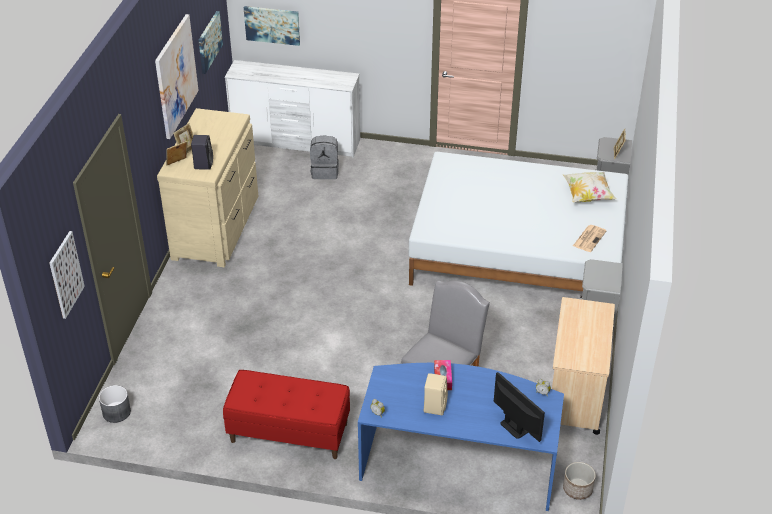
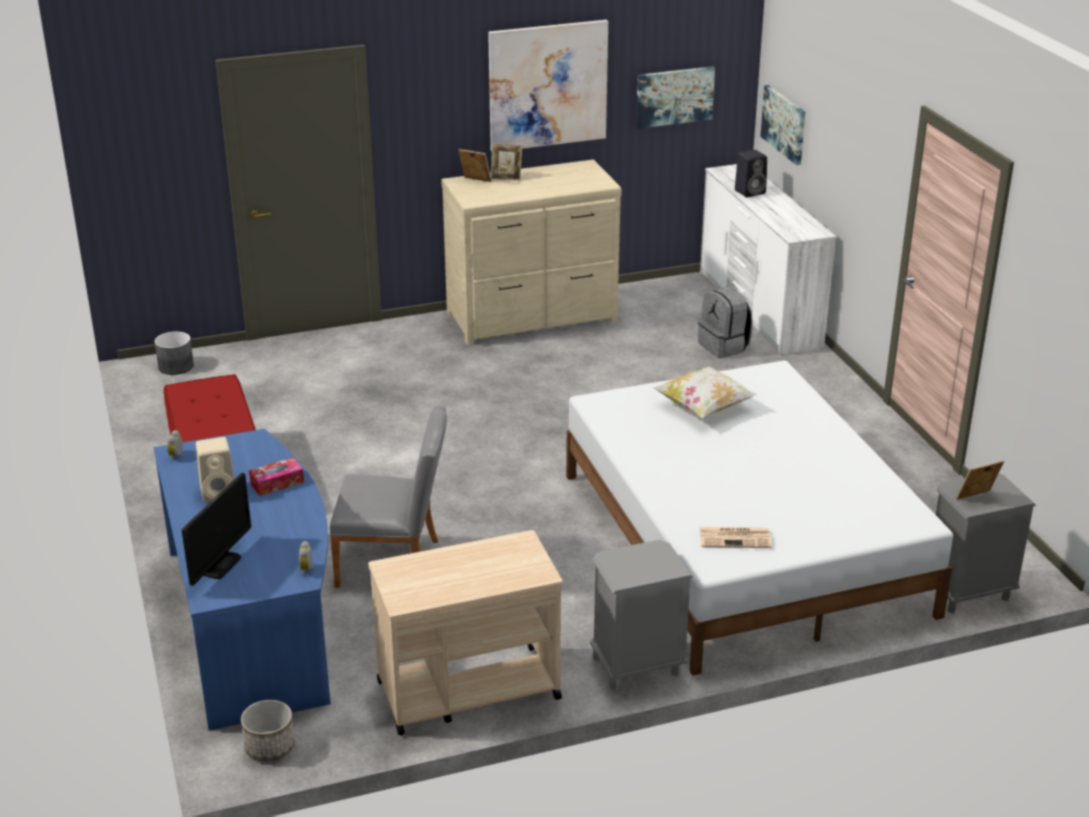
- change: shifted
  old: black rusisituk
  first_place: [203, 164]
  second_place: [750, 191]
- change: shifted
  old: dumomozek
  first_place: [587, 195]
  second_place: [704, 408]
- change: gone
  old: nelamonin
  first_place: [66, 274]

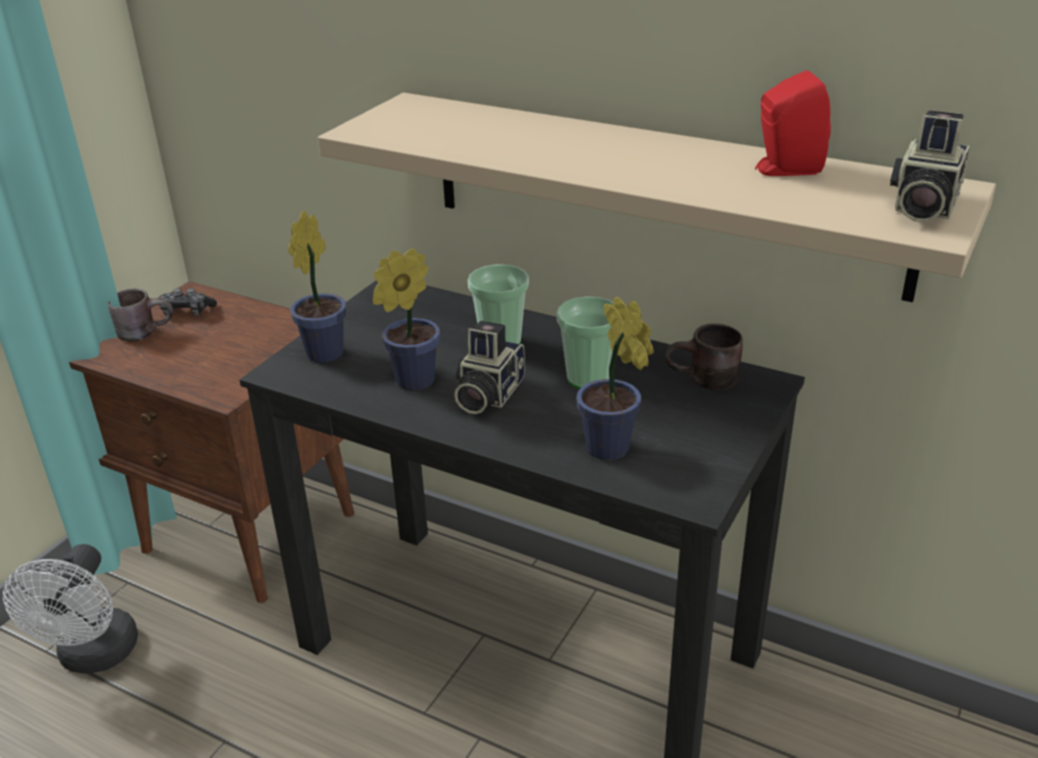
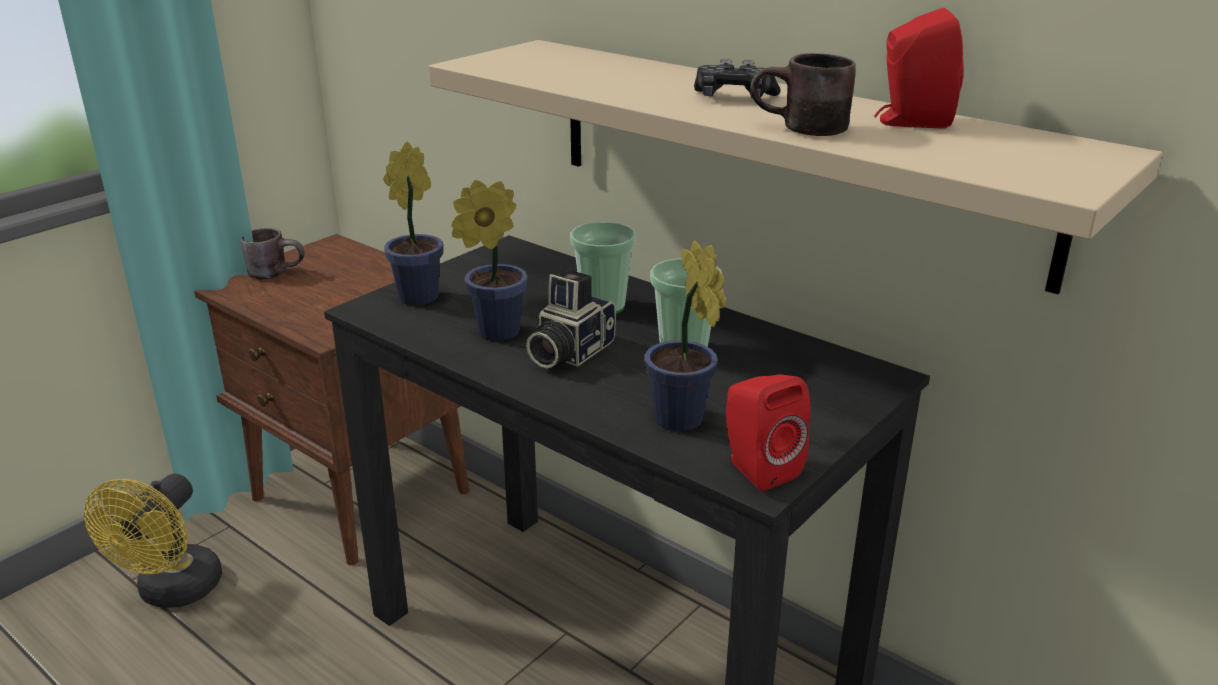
- change: gone
  old: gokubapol
  first_place: [921, 207]
- change: shifted
  old: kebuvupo
  first_place: [186, 311]
  second_place: [734, 98]
- change: shifted
  old: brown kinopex
  first_place: [704, 382]
  second_place: [801, 130]
- change: repainted
  old: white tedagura
  new: yellow tedagura
  first_place: [94, 657]
  second_place: [173, 593]
- change: new
  new: red rusisituk
  second_place: [757, 468]

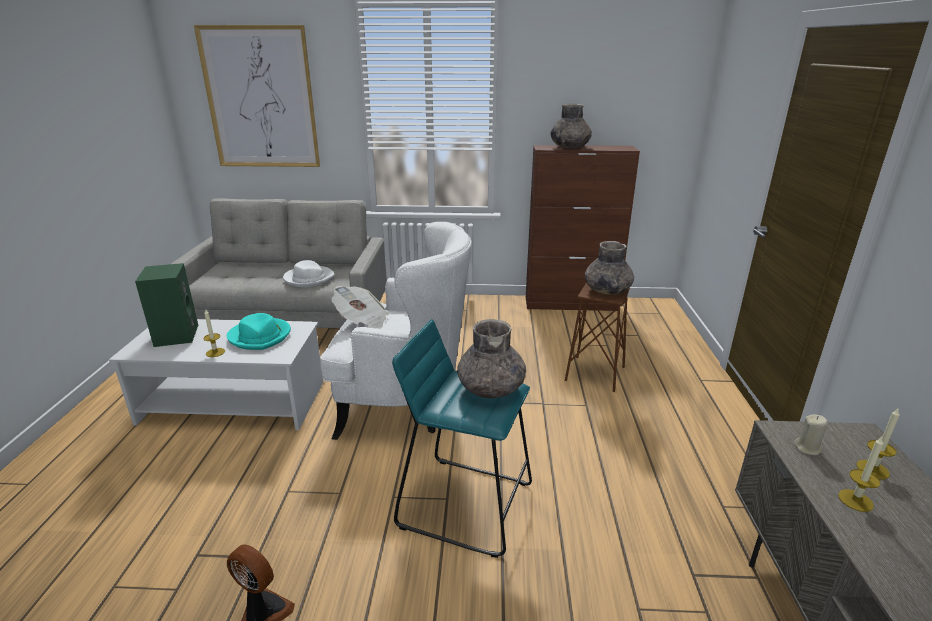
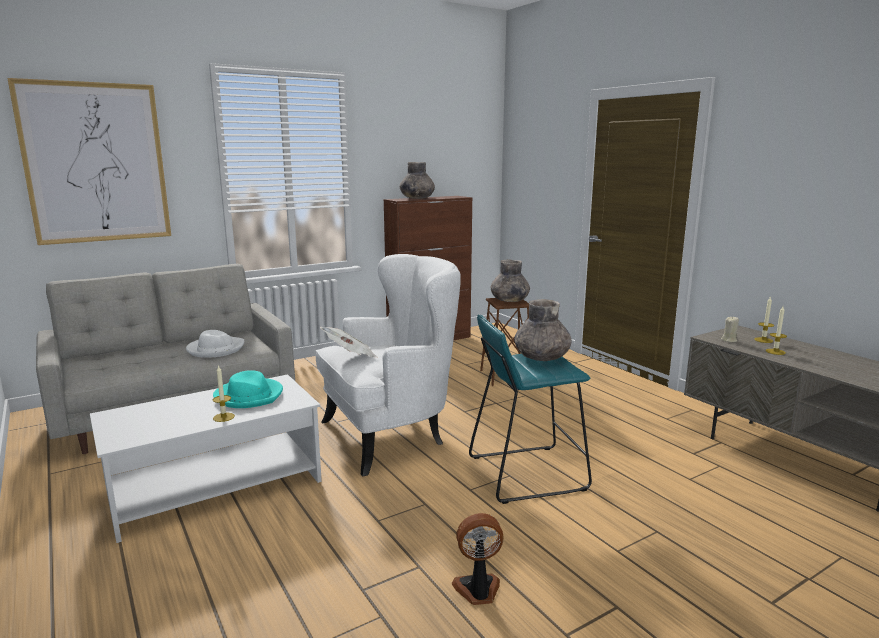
- change: gone
  old: green rusisituk
  first_place: [175, 335]

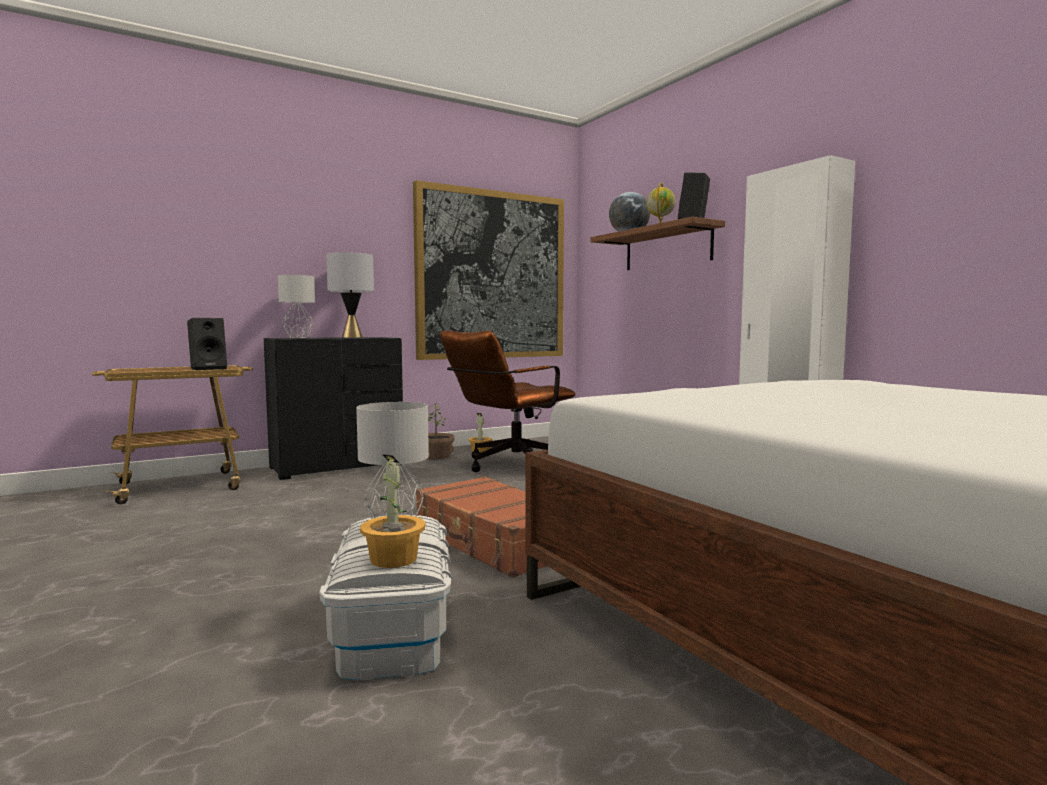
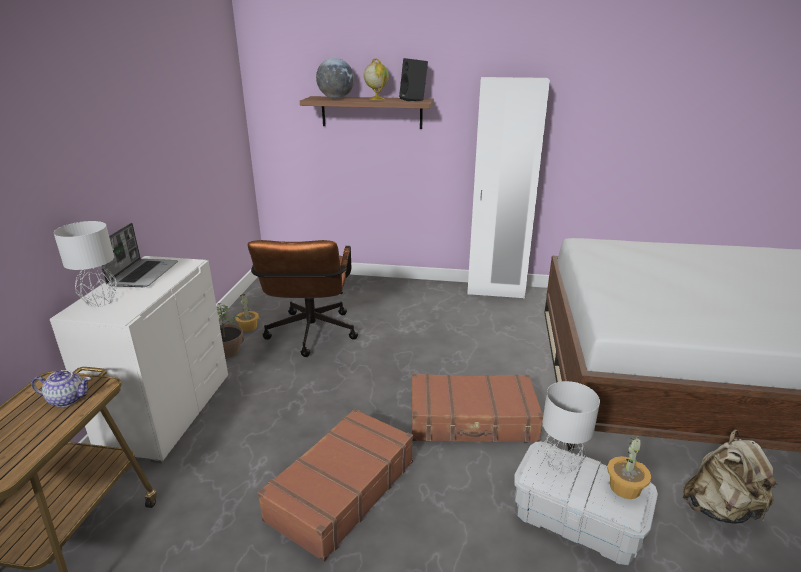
- change: gone
  old: nelamonin
  first_place: [491, 275]
- change: swapped
  old: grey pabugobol
  new: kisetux
  first_place: [352, 337]
  second_place: [143, 274]
- change: swapped
  old: black rusisituk
  new: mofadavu
  first_place: [209, 369]
  second_place: [68, 399]
- change: repainted
  old: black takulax
  new: white takulax
  first_place: [337, 466]
  second_place: [166, 412]
- change: new
  new: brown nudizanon
  second_place: [340, 490]
- change: new
  new: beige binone
  second_place: [720, 508]

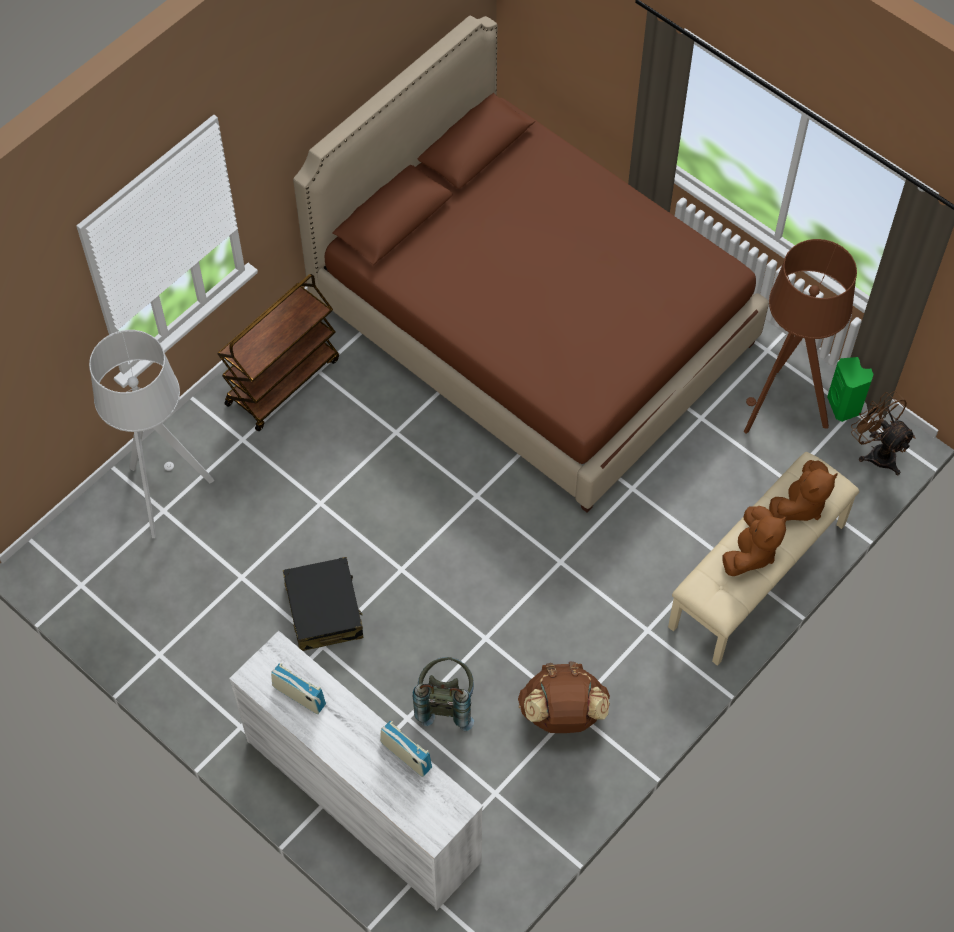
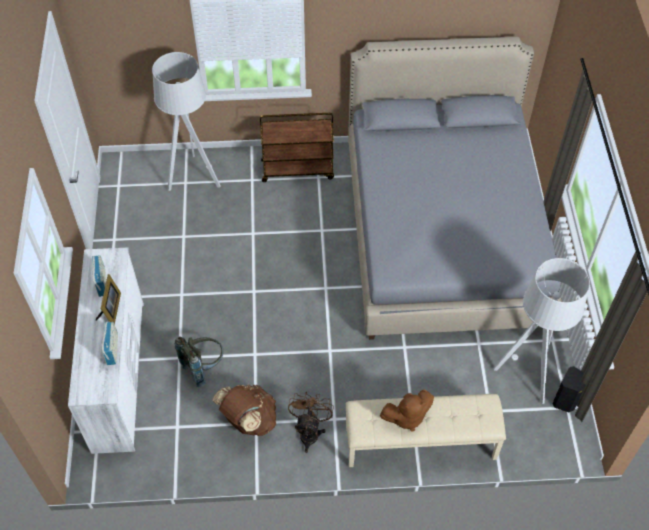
- change: repainted
  old: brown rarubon
  new: grey rarubon
  first_place: [532, 323]
  second_place: [443, 233]
- change: repainted
  old: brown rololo
  new: grey rololo
  first_place: [782, 409]
  second_place: [527, 374]
- change: repainted
  old: green rusisituk
  new: black rusisituk
  first_place: [845, 405]
  second_place: [565, 401]
- change: shifted
  old: brown tedagura
  first_place: [877, 452]
  second_place: [309, 431]
- change: gone
  old: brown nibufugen
  first_place: [800, 505]
- change: gone
  old: black nudizanon
  first_place: [324, 610]
- change: new
  new: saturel
  second_place: [111, 310]

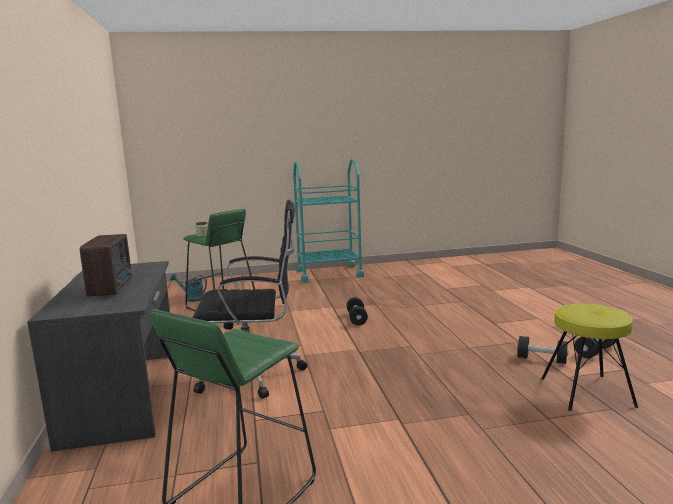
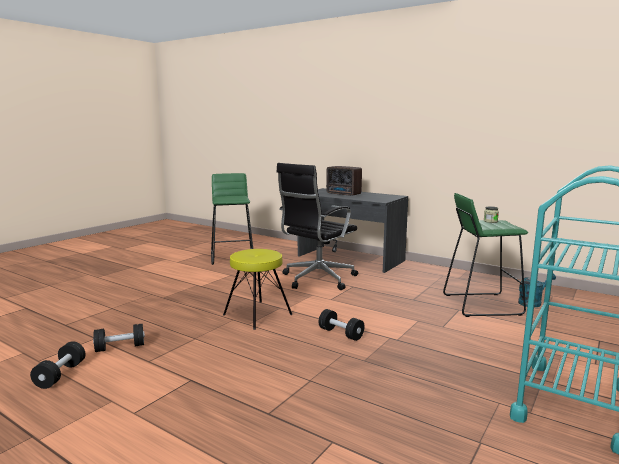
- change: shifted
  old: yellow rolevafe
  first_place: [587, 392]
  second_place: [257, 315]

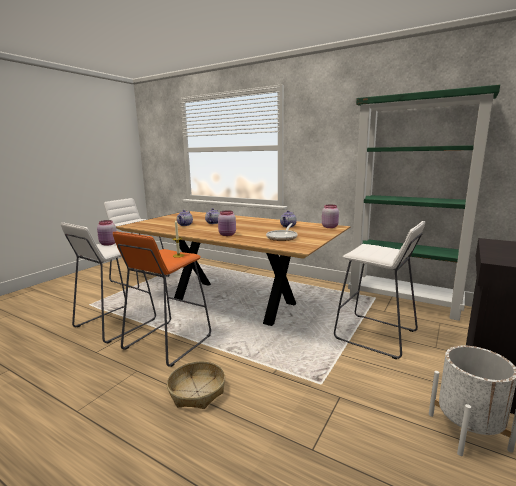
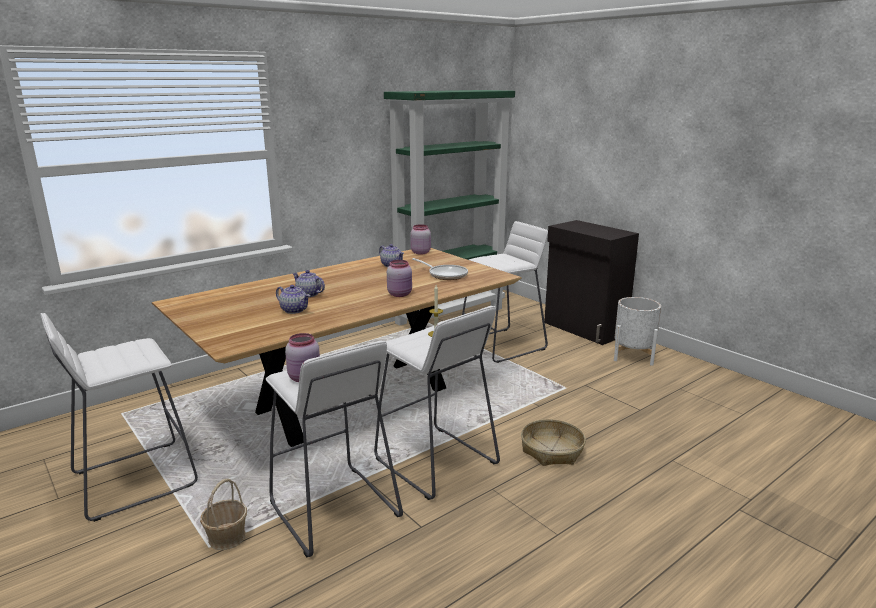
- change: repainted
  old: orange rolevafe
  new: white rolevafe
  first_place: [167, 342]
  second_place: [435, 462]
- change: new
  new: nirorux
  second_place: [226, 537]

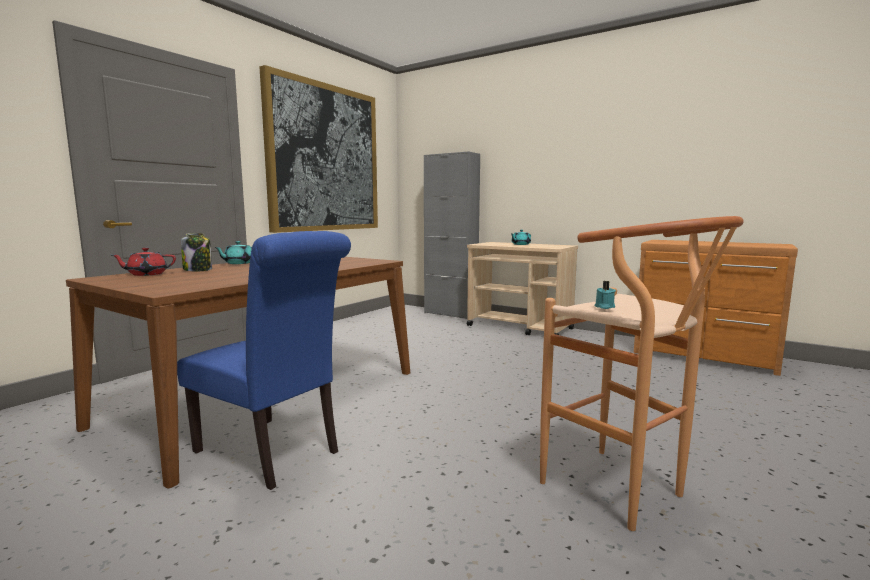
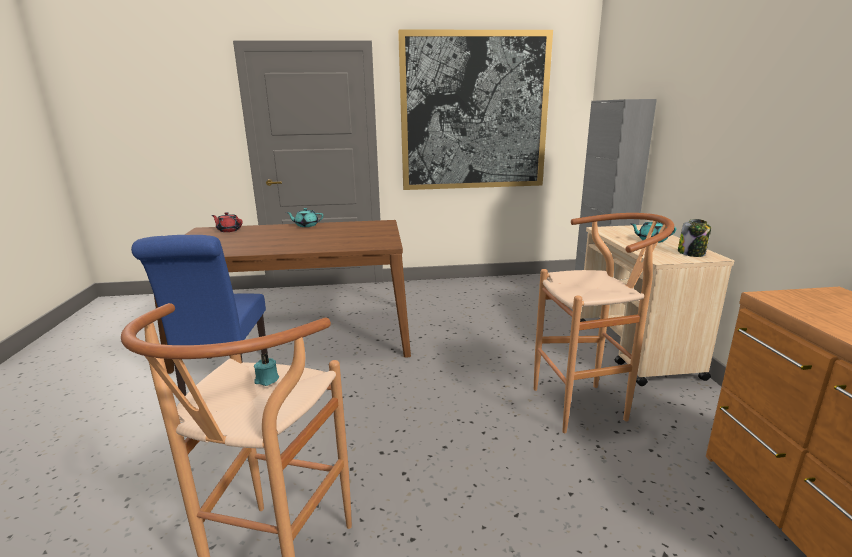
- change: shifted
  old: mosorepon
  first_place: [198, 270]
  second_place: [691, 253]
- change: new
  new: brown rolevafe
  second_place: [588, 405]

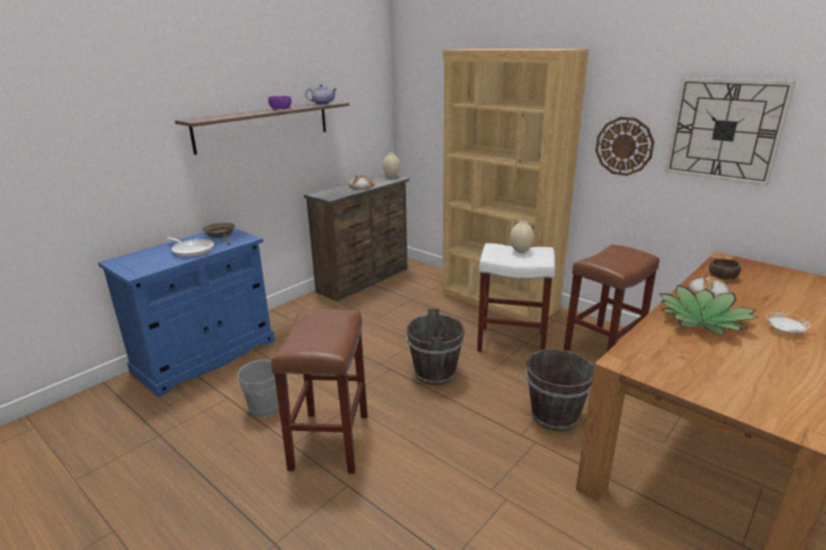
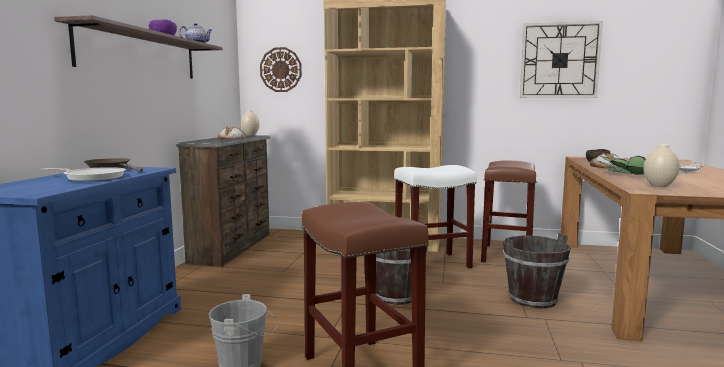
- change: shifted
  old: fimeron
  first_place: [624, 146]
  second_place: [281, 69]
- change: shifted
  old: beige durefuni
  first_place: [520, 251]
  second_place: [658, 186]

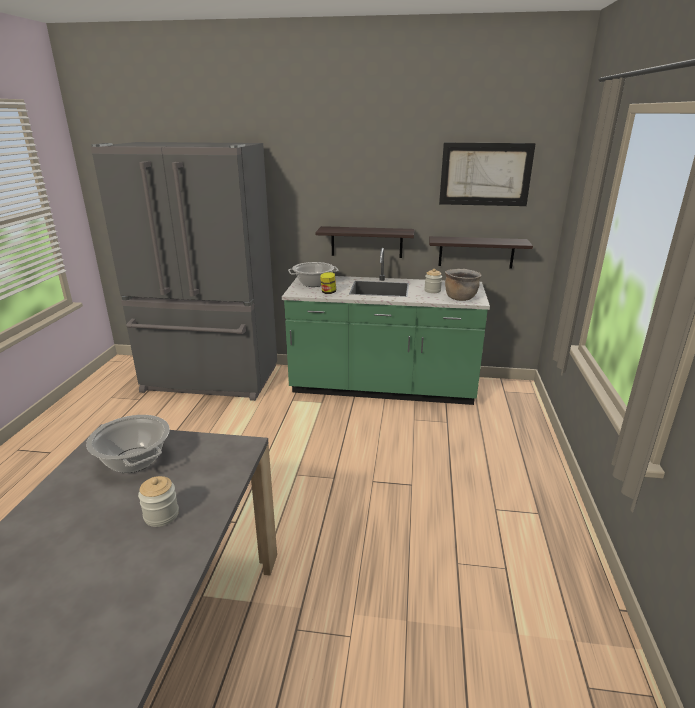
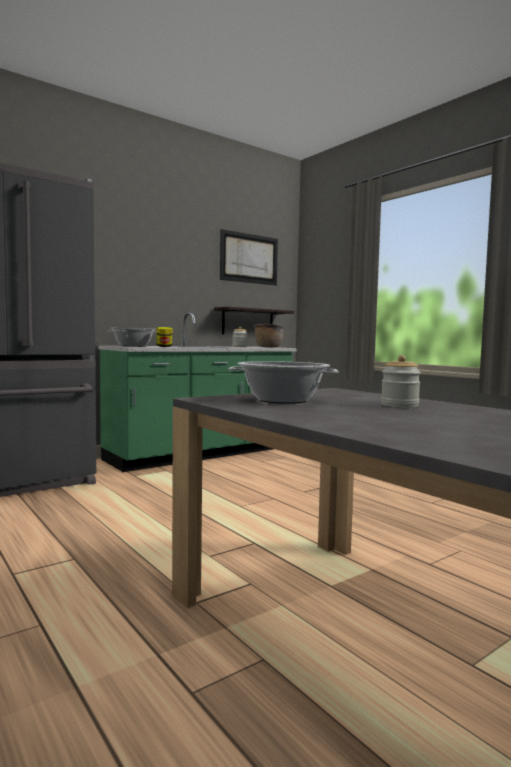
- change: gone
  old: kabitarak
  first_place: [366, 242]

